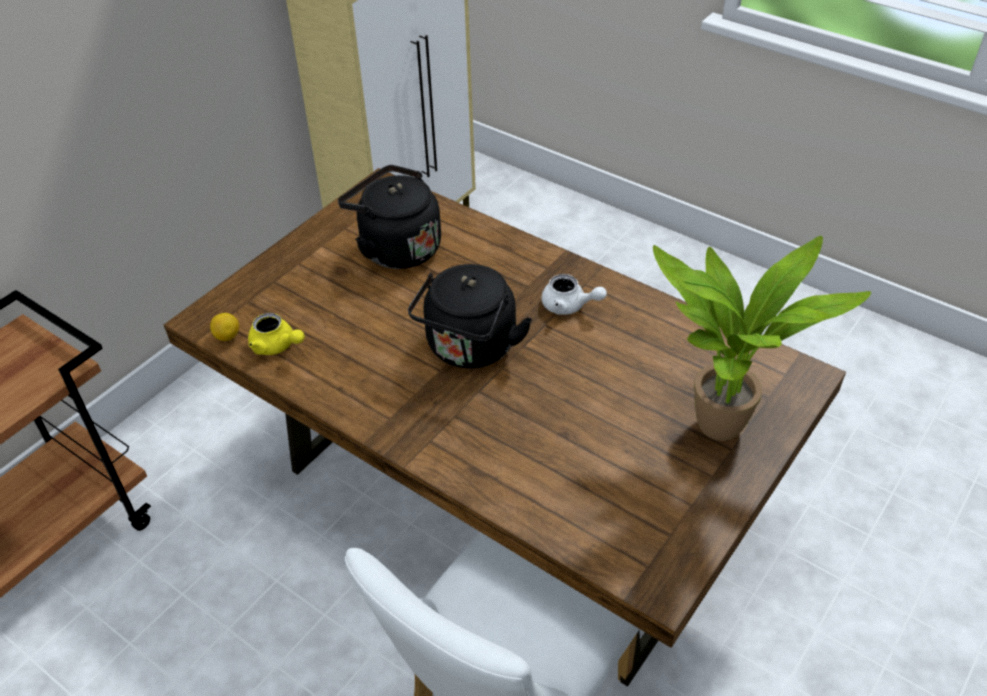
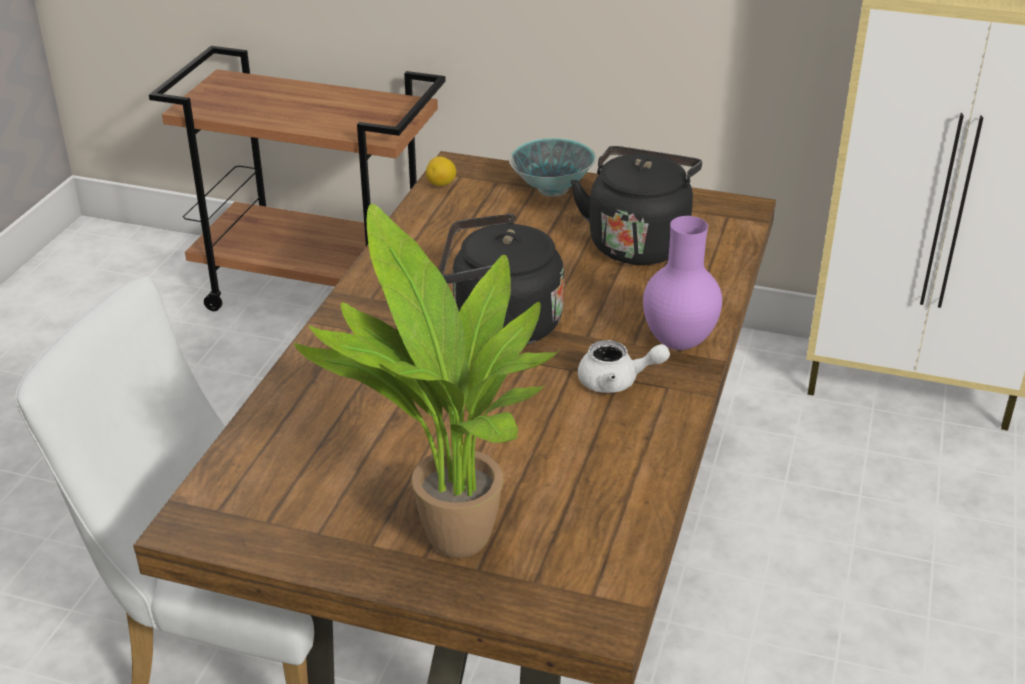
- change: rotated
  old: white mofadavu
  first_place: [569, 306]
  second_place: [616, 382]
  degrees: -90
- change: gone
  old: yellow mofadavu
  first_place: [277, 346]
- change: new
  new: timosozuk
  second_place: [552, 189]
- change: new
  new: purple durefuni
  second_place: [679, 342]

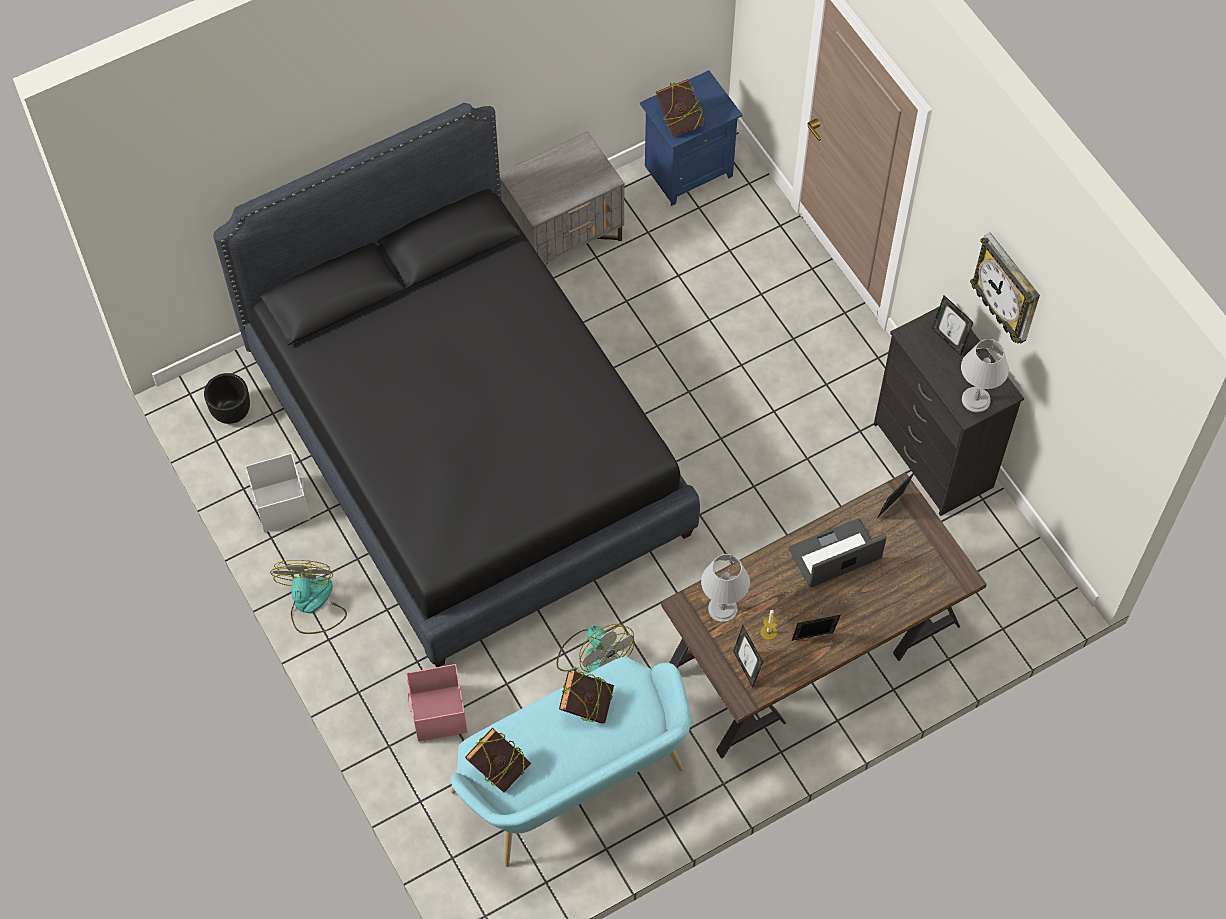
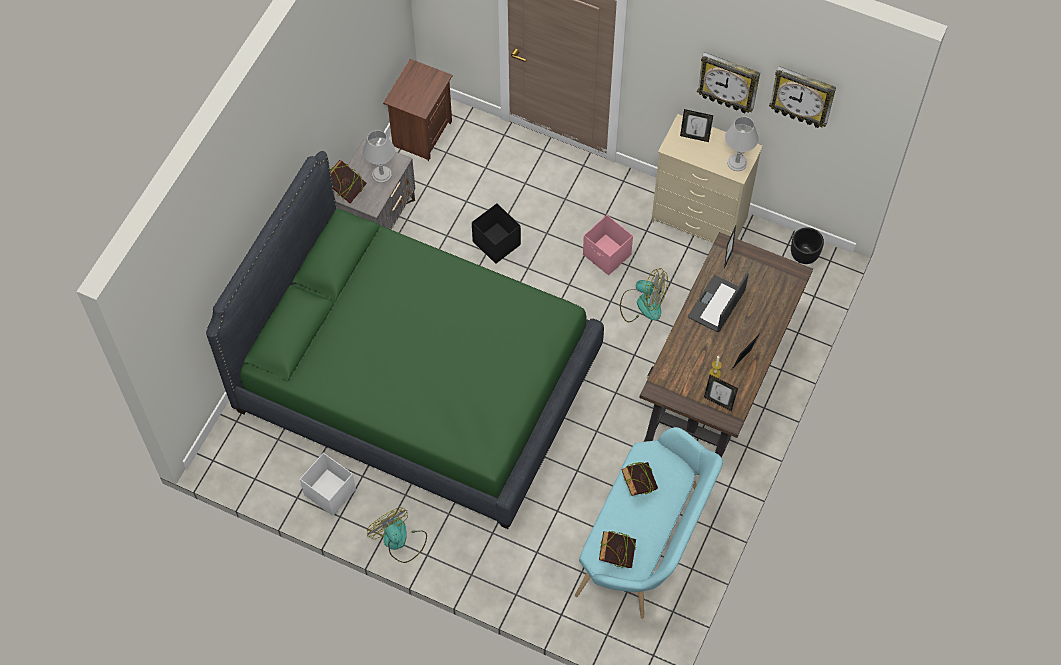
- change: repainted
  old: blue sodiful
  new: brown sodiful
  first_place: [687, 170]
  second_place: [421, 133]
- change: shifted
  old: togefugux
  first_place: [680, 121]
  second_place: [346, 191]
- change: repainted
  old: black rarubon
  new: green rarubon
  first_place: [467, 443]
  second_place: [417, 381]
- change: repainted
  old: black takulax
  new: beige takulax
  first_place: [933, 457]
  second_place: [700, 220]
- change: shifted
  old: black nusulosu
  first_place: [231, 412]
  second_place: [803, 256]
- change: shifted
  old: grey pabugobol
  first_place: [723, 608]
  second_place: [382, 174]
- change: shifted
  old: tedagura
  first_place: [593, 658]
  second_place: [642, 304]
- change: shifted
  old: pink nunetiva
  first_place: [438, 714]
  second_place: [607, 255]
- change: new
  new: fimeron
  second_place: [802, 96]
- change: new
  new: black nunetiva
  second_place: [496, 242]

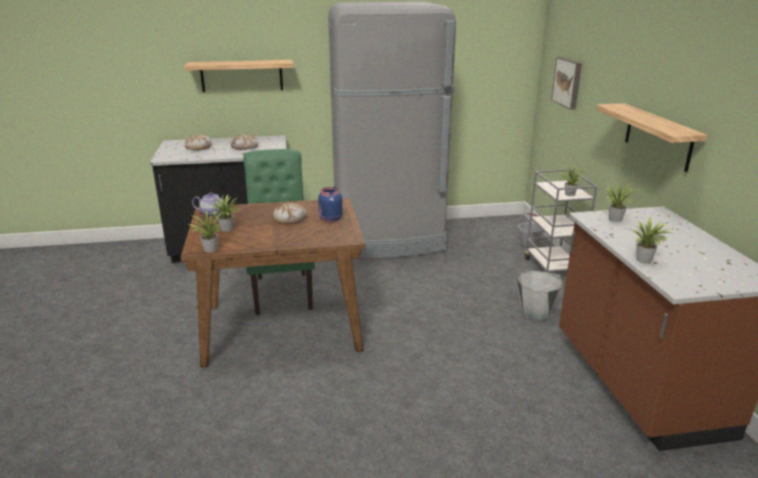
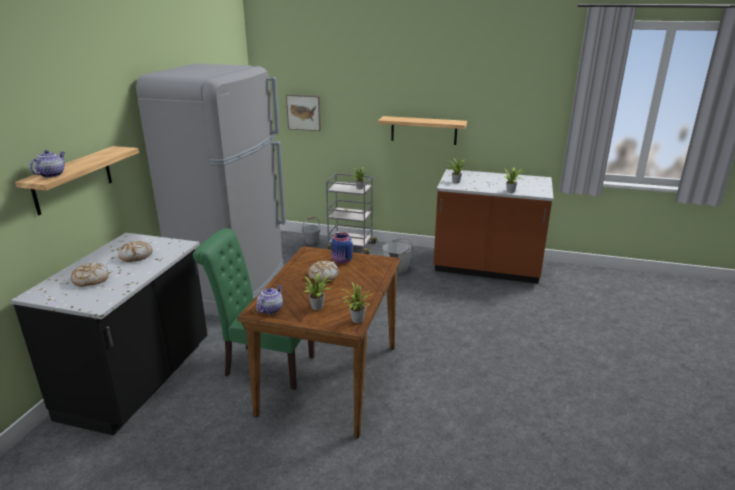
- change: new
  new: mofadavu
  second_place: [52, 175]

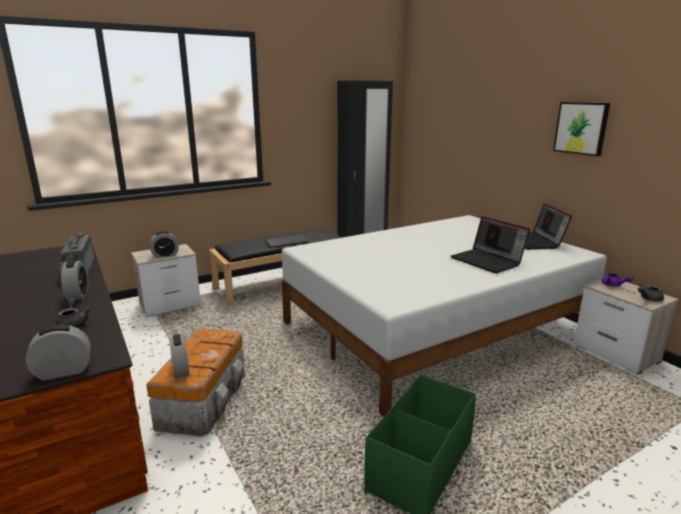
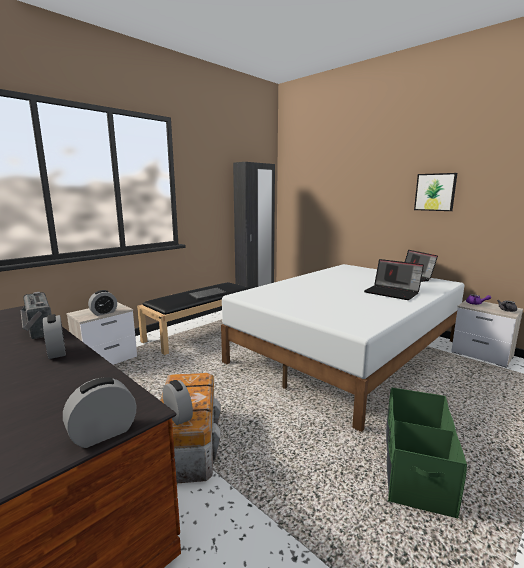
- change: gone
  old: grey mofadavu
  first_place: [73, 324]

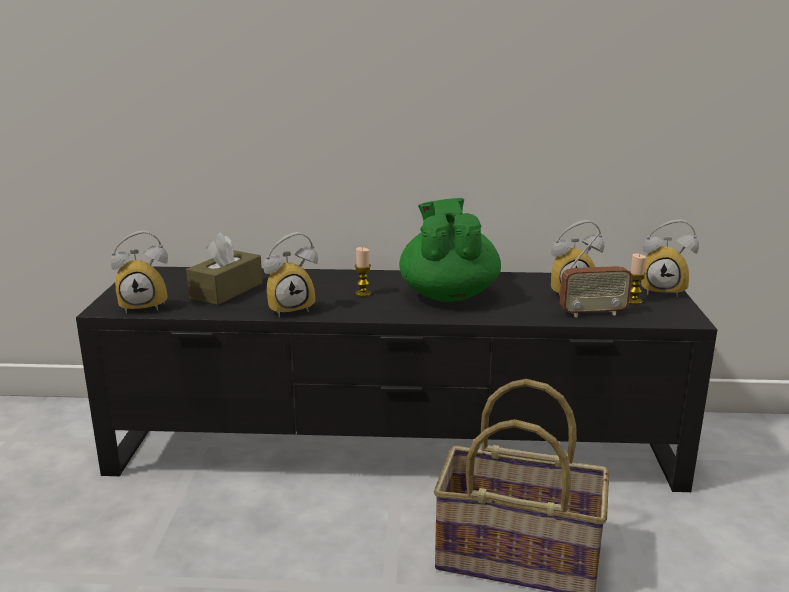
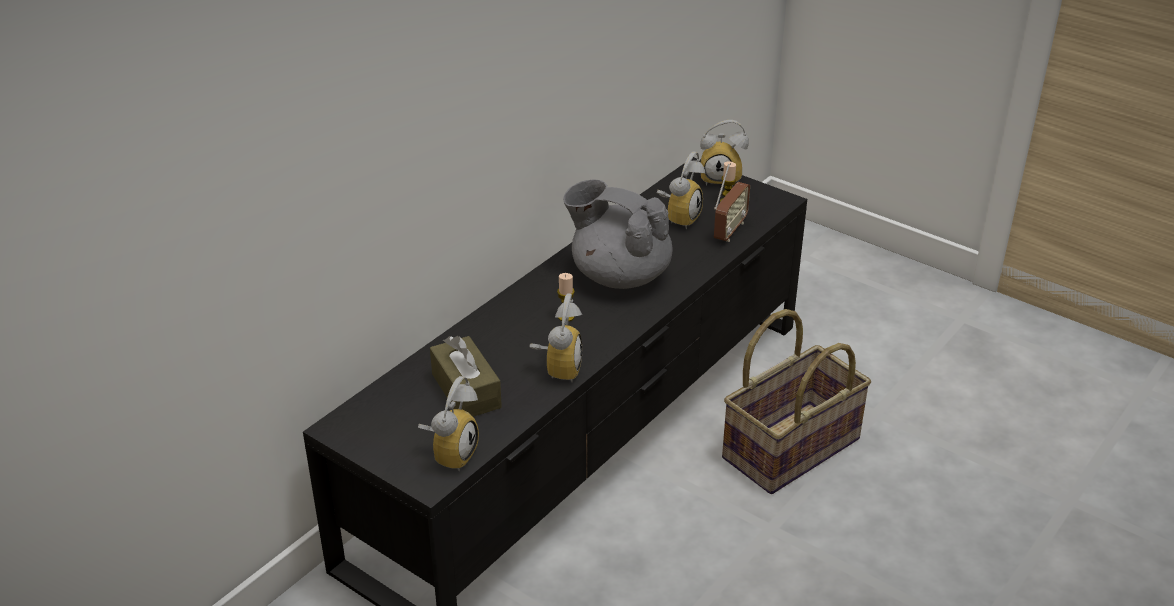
- change: repainted
  old: green mofadavu
  new: grey mofadavu
  first_place: [448, 294]
  second_place: [619, 275]
- change: rotated
  old: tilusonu
  first_place: [664, 290]
  second_place: [721, 178]
  degrees: 45

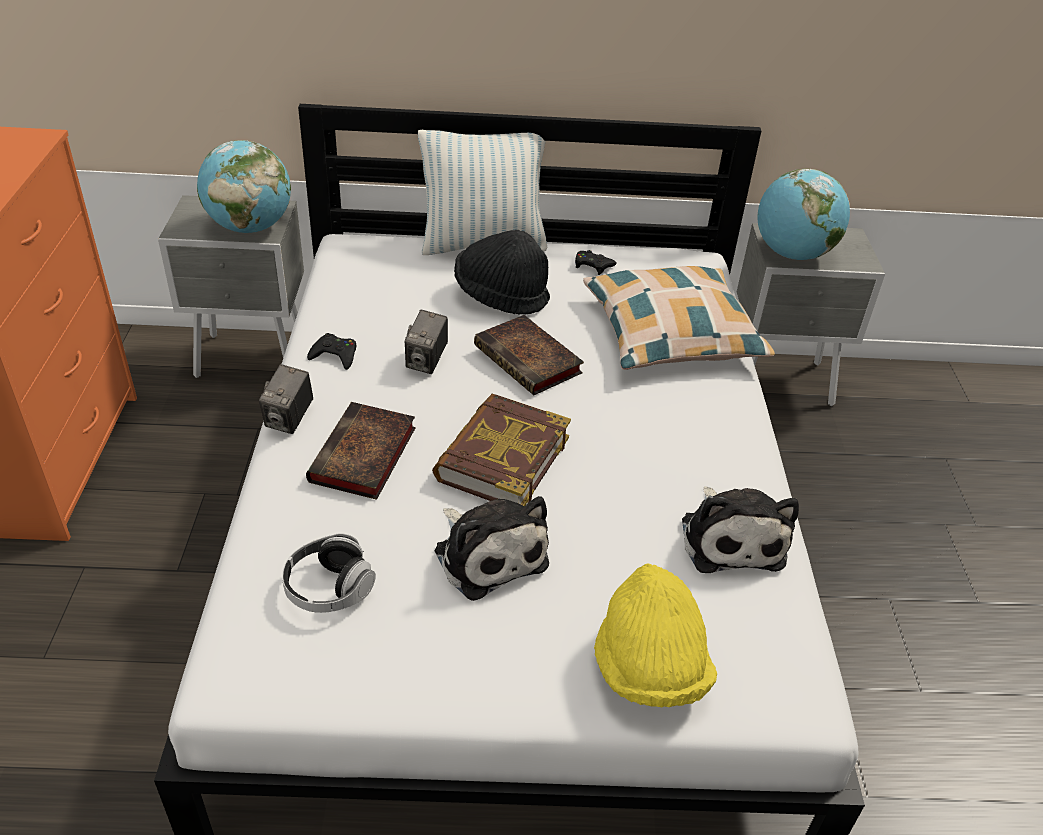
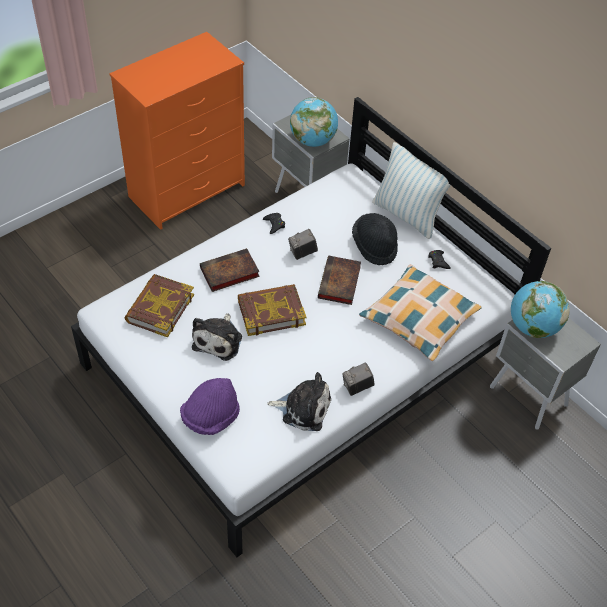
- change: shifted
  old: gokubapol
  first_place: [289, 419]
  second_place: [357, 387]
- change: rotated
  old: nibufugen
  first_place: [731, 538]
  second_place: [303, 408]
  degrees: -120
- change: swapped
  old: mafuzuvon
  new: togefugux
  first_place: [329, 588]
  second_place: [159, 308]
- change: repainted
  old: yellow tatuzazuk
  new: purple tatuzazuk
  first_place: [649, 668]
  second_place: [210, 417]

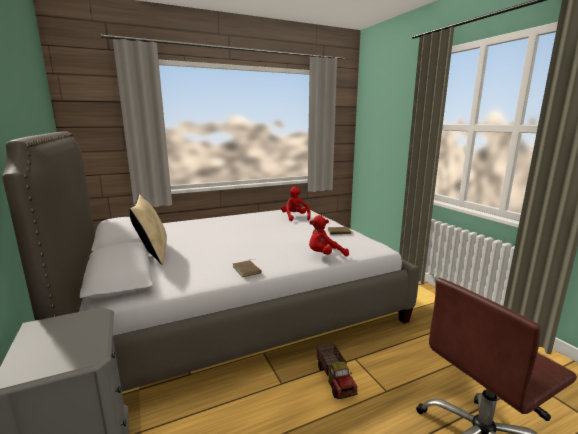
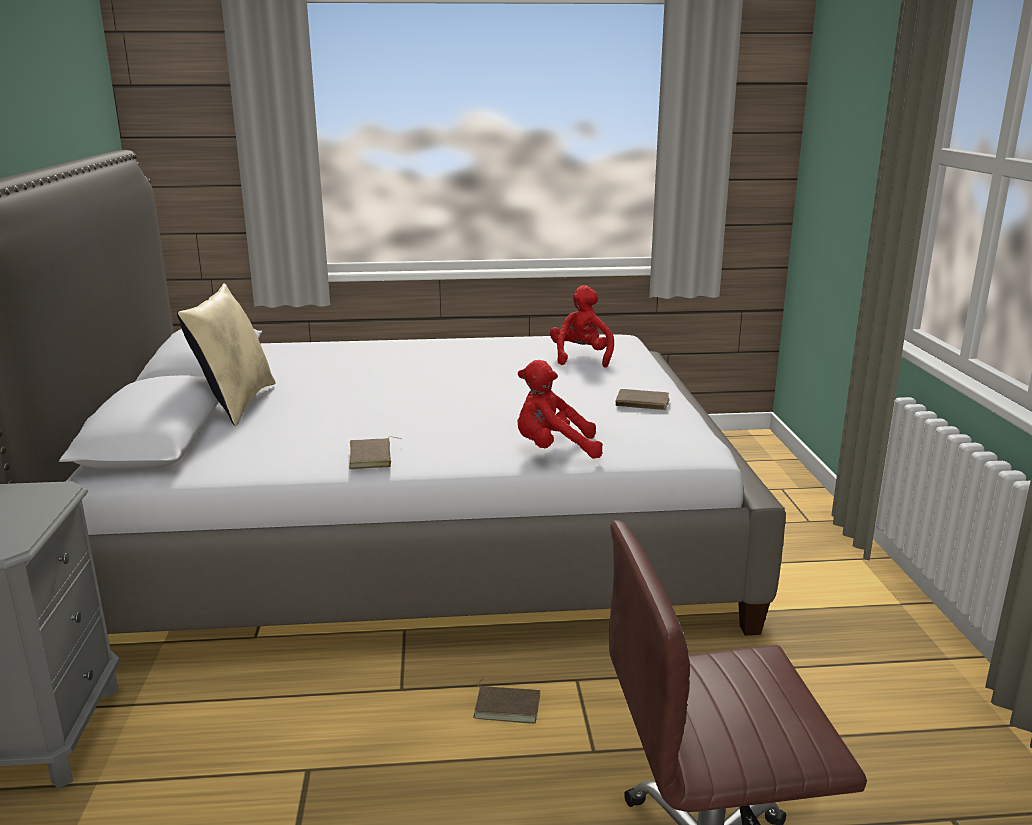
- change: swapped
  old: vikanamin
  new: brown togefugux
  first_place: [335, 379]
  second_place: [508, 706]

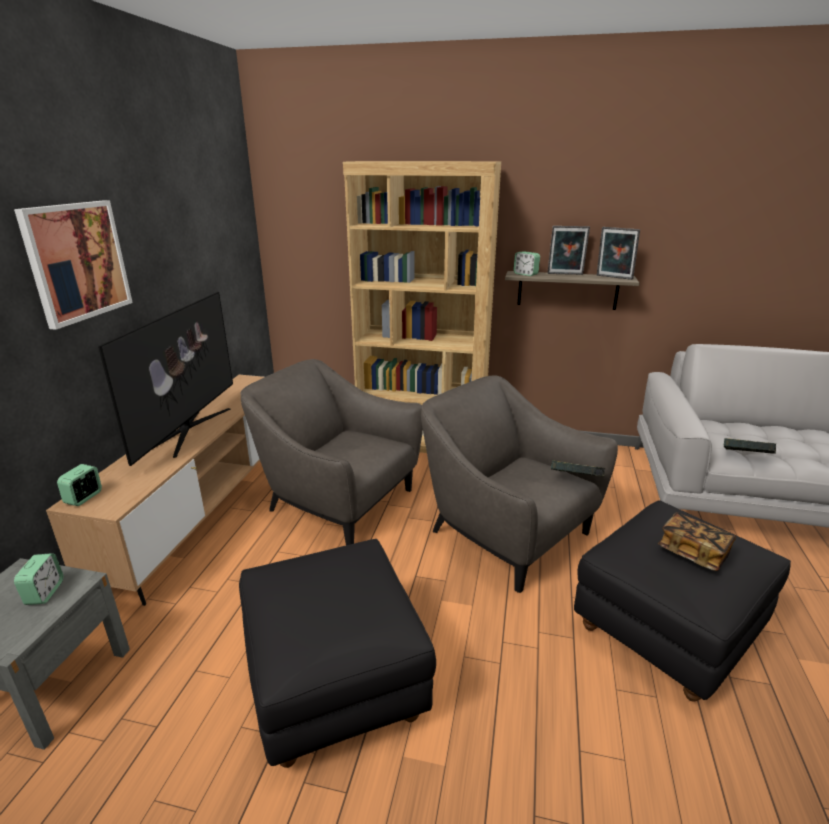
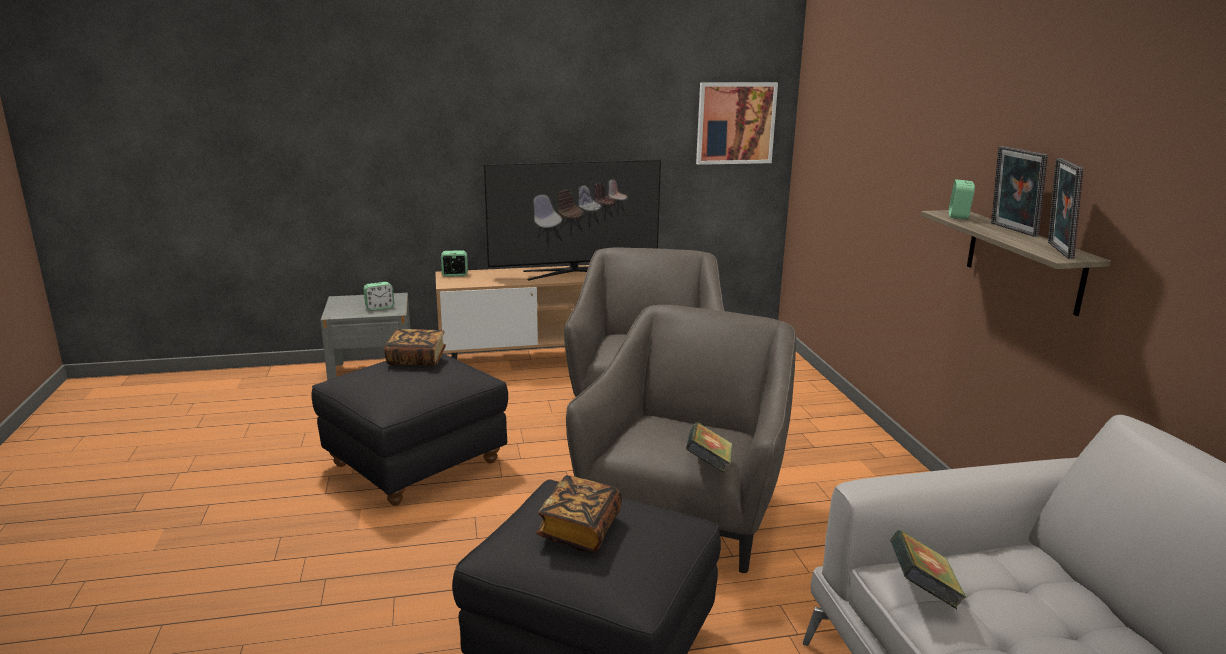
- change: gone
  old: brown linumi
  first_place: [422, 440]
- change: shifted
  old: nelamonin
  first_place: [77, 261]
  second_place: [735, 123]
- change: new
  new: togefugux
  second_place: [416, 360]

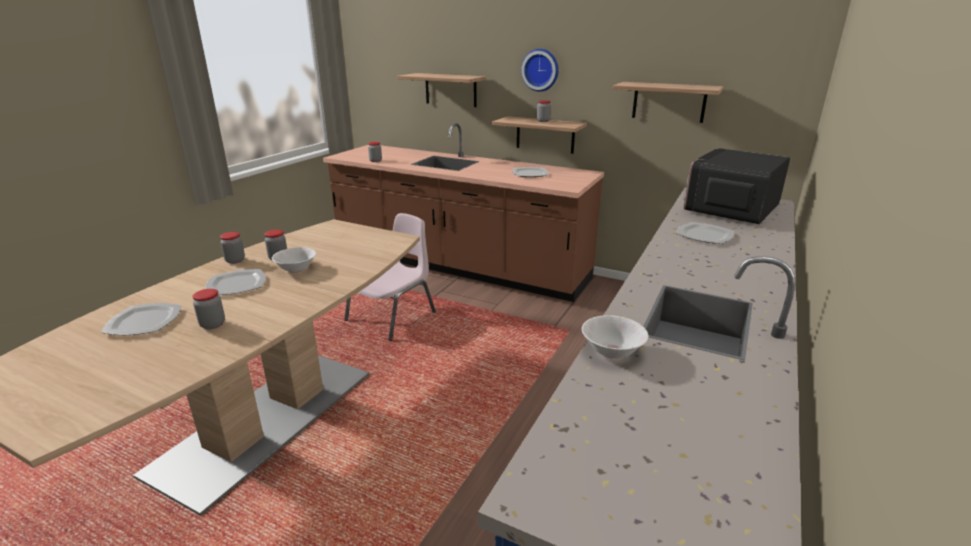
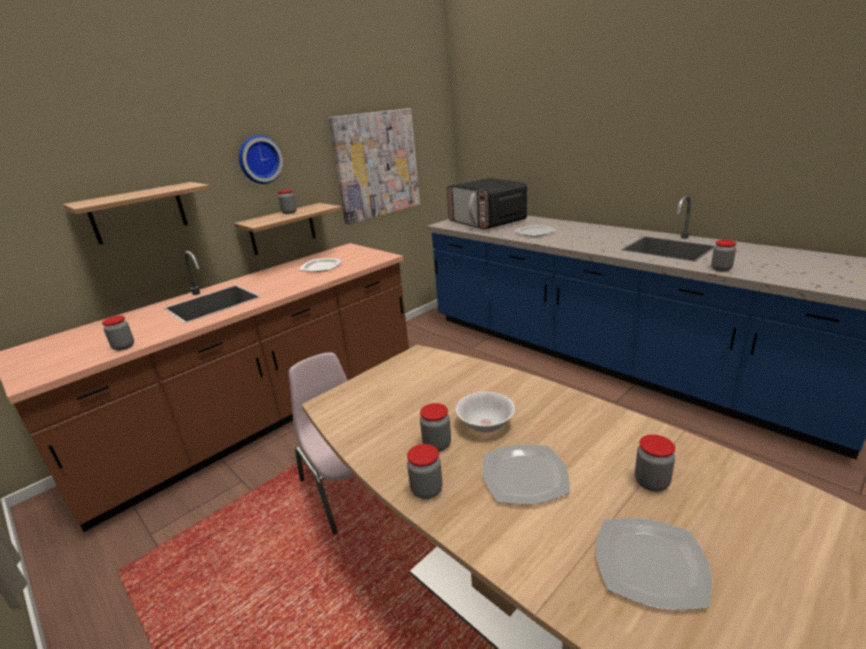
- change: swapped
  old: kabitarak
  new: nelamonin
  first_place: [669, 102]
  second_place: [376, 165]
- change: swapped
  old: white timosozuk
  new: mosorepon
  first_place: [611, 351]
  second_place: [721, 269]

